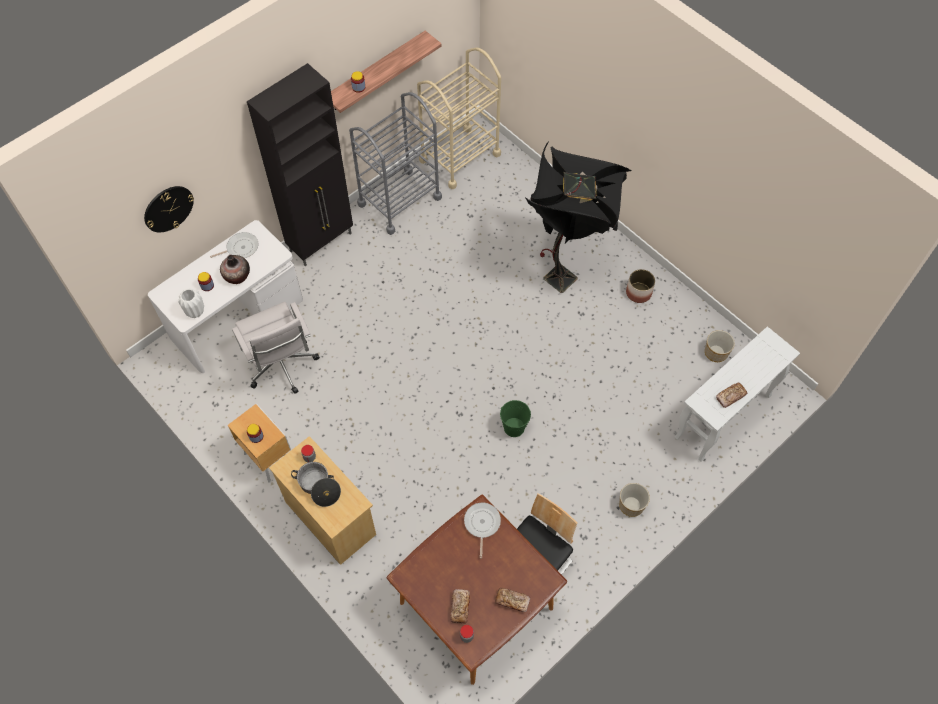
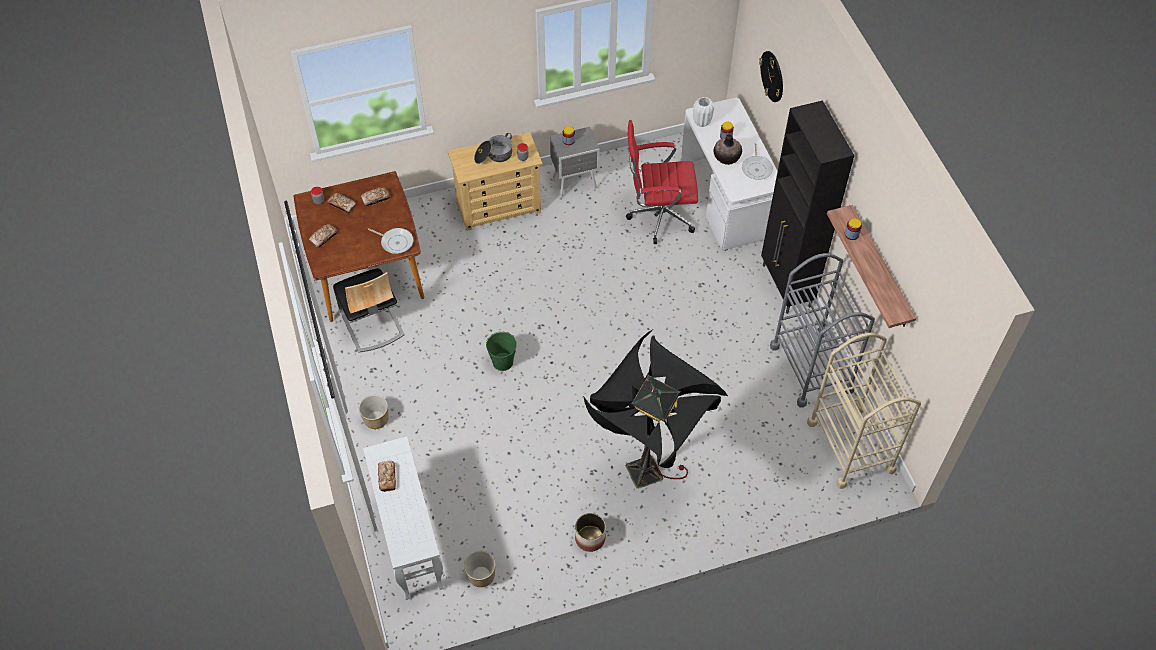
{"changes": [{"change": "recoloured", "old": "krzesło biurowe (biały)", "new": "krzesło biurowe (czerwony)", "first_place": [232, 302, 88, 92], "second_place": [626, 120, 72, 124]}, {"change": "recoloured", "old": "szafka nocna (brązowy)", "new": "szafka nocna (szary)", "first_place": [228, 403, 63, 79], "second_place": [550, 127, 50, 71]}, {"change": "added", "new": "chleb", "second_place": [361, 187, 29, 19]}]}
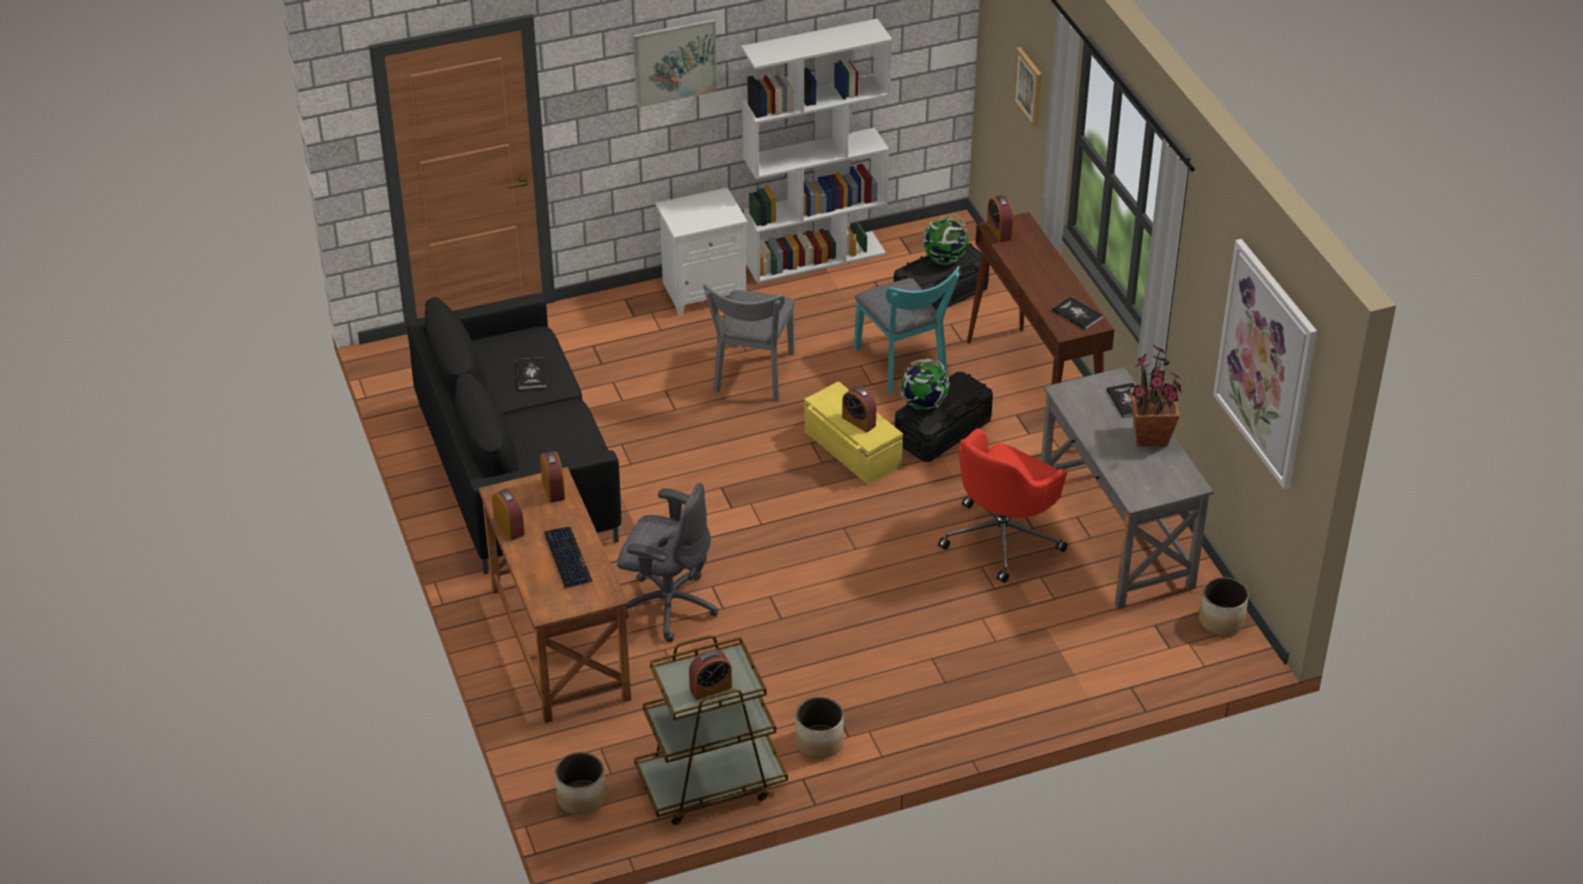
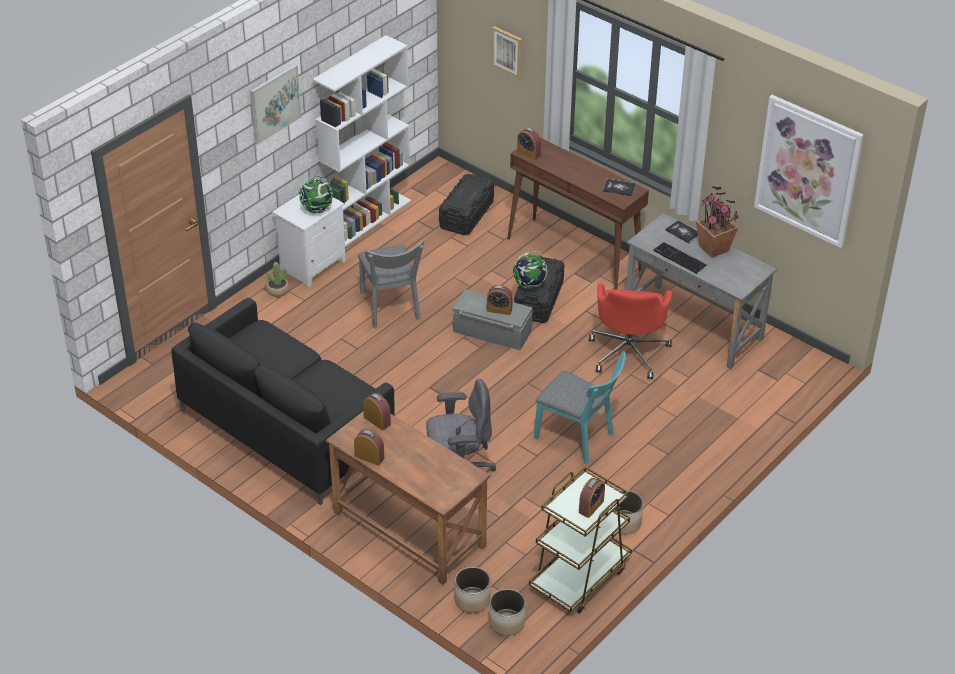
{"changes": [{"change": "moved", "old": "globus", "first_place": [923, 214, 45, 51], "second_place": [298, 175, 35, 39]}, {"change": "moved", "old": "krzesło (turkusowy)", "first_place": [854, 266, 106, 127], "second_place": [534, 351, 92, 113]}, {"change": "removed", "old": "książka", "first_place": [517, 357, 30, 32]}, {"change": "recoloured", "old": "pojemnik do przechowywania (żółty)", "new": "pojemnik do przechowywania (szary)", "first_place": [804, 381, 99, 104], "second_place": [453, 289, 80, 61]}, {"change": "moved", "old": "klawiatura", "first_place": [544, 527, 49, 62], "second_place": [653, 242, 54, 32]}, {"change": "moved", "old": "donica", "first_place": [1199, 577, 50, 58], "second_place": [455, 567, 35, 46]}, {"change": "added", "new": "roślina doniczkowa", "second_place": [266, 262, 23, 35]}]}
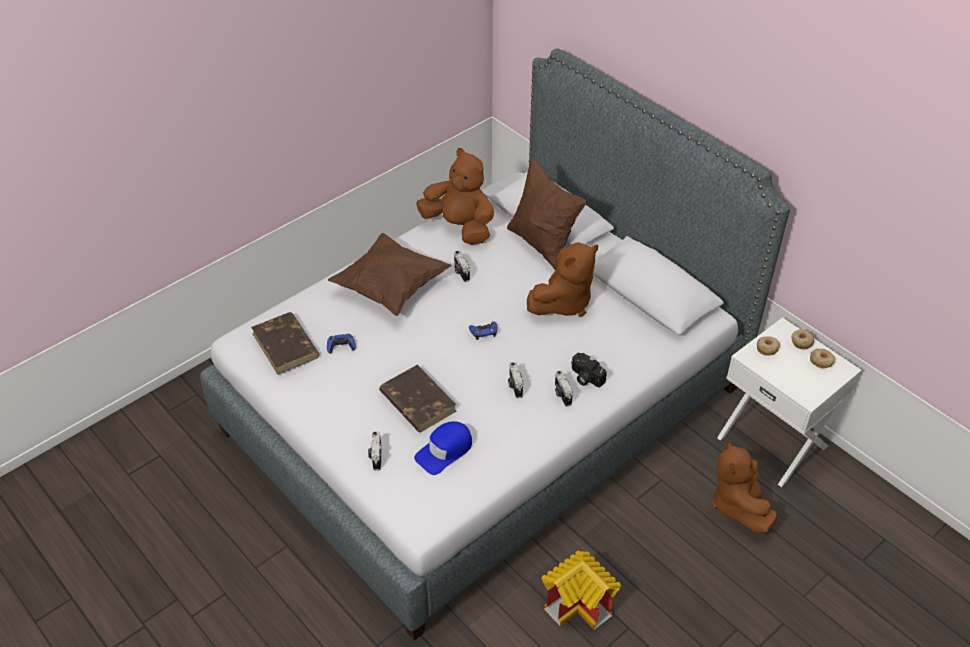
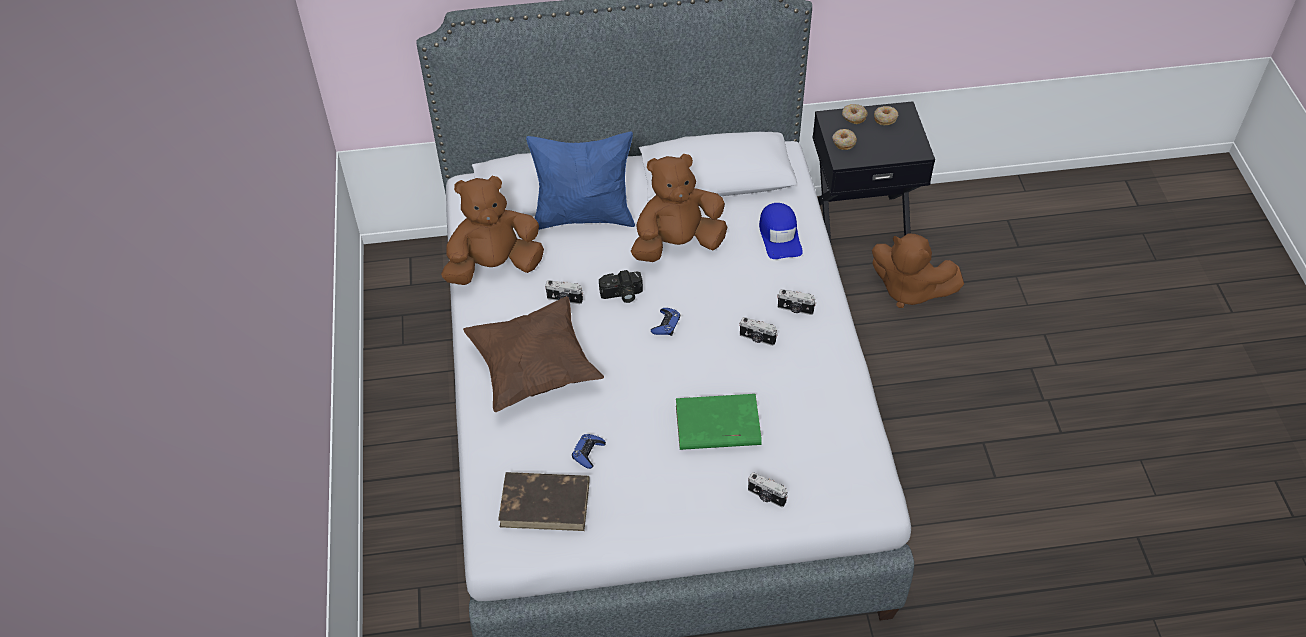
{"changes": [{"change": "recoloured", "old": "poduszka (brązowy)", "new": "poduszka (niebieski)", "first_place": [507, 157, 80, 114], "second_place": [526, 131, 109, 99]}, {"change": "turned", "old": "pluszak (brązowy)", "first_place": [527, 242, 71, 74], "second_place": [631, 154, 96, 108], "degrees": -105}, {"change": "recoloured", "old": "szafka nocna (biały)", "new": "szafka nocna (czarny)", "first_place": [717, 317, 145, 170], "second_place": [813, 101, 122, 142]}, {"change": "moved", "old": "aparat fotograficzny", "first_place": [571, 353, 36, 34], "second_place": [599, 270, 44, 33]}, {"change": "recoloured", "old": "książka (brązowy)", "new": "książka (zielony)", "first_place": [379, 365, 78, 67], "second_place": [676, 394, 86, 56]}, {"change": "moved", "old": "czapka z daszkiem (niebieski)", "first_place": [414, 421, 58, 54], "second_place": [759, 203, 44, 56]}, {"change": "removed", "old": "domek", "first_place": [541, 551, 80, 78]}]}
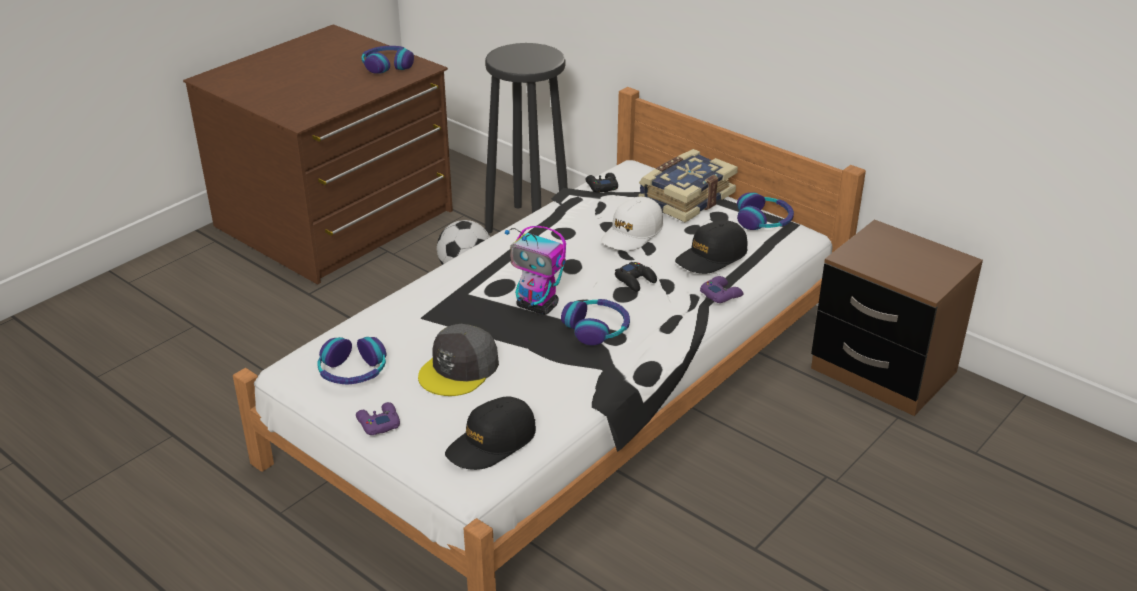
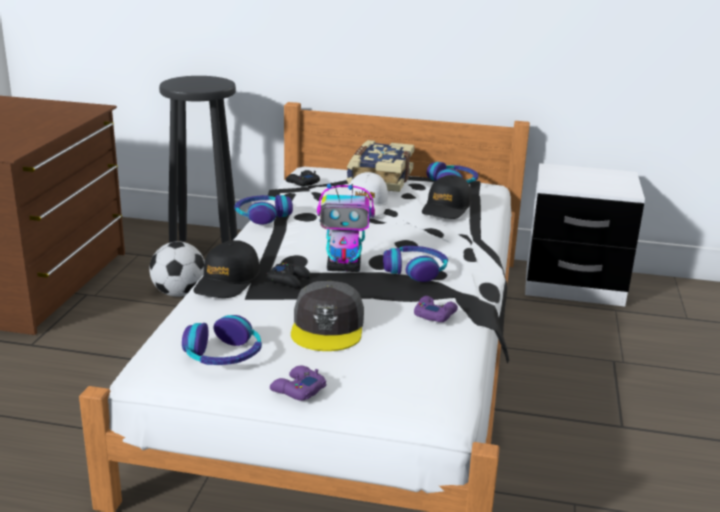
{"changes": [{"change": "moved", "old": "słuchawki", "first_place": [361, 46, 53, 28], "second_place": [234, 195, 59, 30]}, {"change": "recoloured", "old": "szafka nocna (brązowy)", "new": "szafka nocna (biały)", "first_place": [811, 219, 172, 197], "second_place": [525, 163, 120, 144]}, {"change": "moved", "old": "pad do gier (czarny)", "first_place": [615, 262, 42, 30], "second_place": [267, 263, 44, 26]}, {"change": "moved", "old": "pad do gier (fioletowy)", "first_place": [700, 276, 43, 27], "second_place": [414, 296, 44, 26]}, {"change": "moved", "old": "czapka z daszkiem (czarny)", "first_place": [445, 396, 91, 74], "second_place": [193, 240, 67, 58]}]}
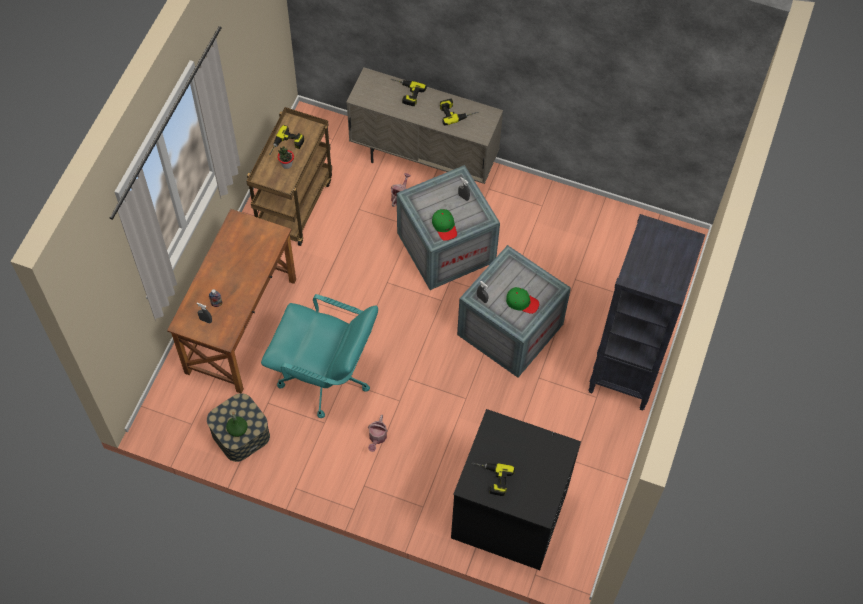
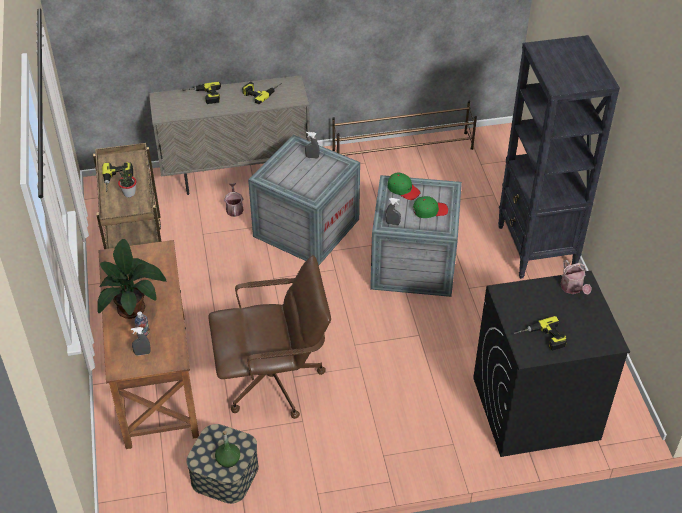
{"changes": [{"change": "moved", "old": "czapka z daszkiem (zielony)", "first_place": [432, 209, 25, 32], "second_place": [388, 172, 33, 28]}, {"change": "recoloured", "old": "krzesło biurowe (turkusowy)", "new": "krzesło biurowe (brązowy)", "first_place": [261, 294, 117, 124], "second_place": [208, 255, 123, 164]}, {"change": "moved", "old": "konewka", "first_place": [368, 415, 19, 37], "second_place": [560, 260, 32, 34]}, {"change": "added", "new": "regał na buty (brązowy)", "second_place": [332, 101, 145, 55]}, {"change": "added", "new": "roślina doniczkowa", "second_place": [97, 239, 69, 80]}]}
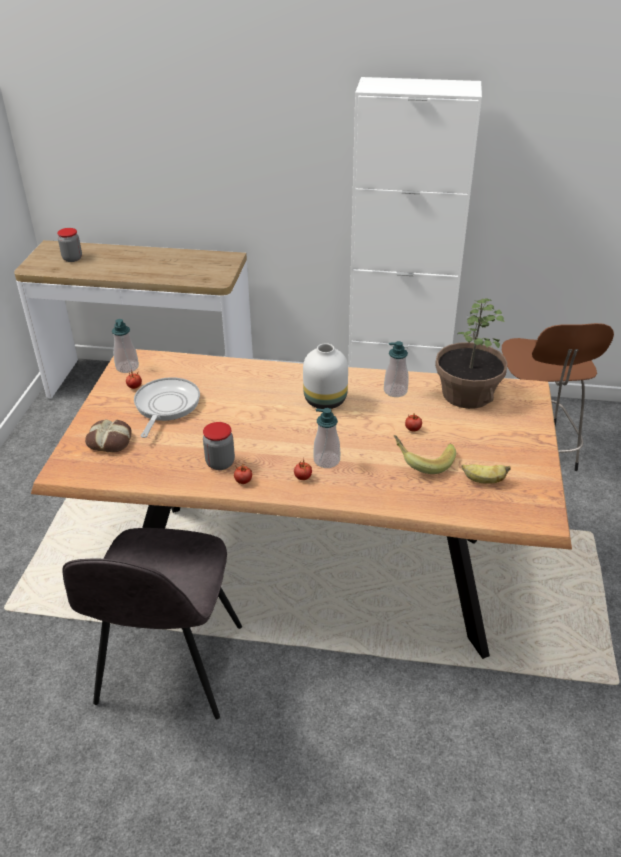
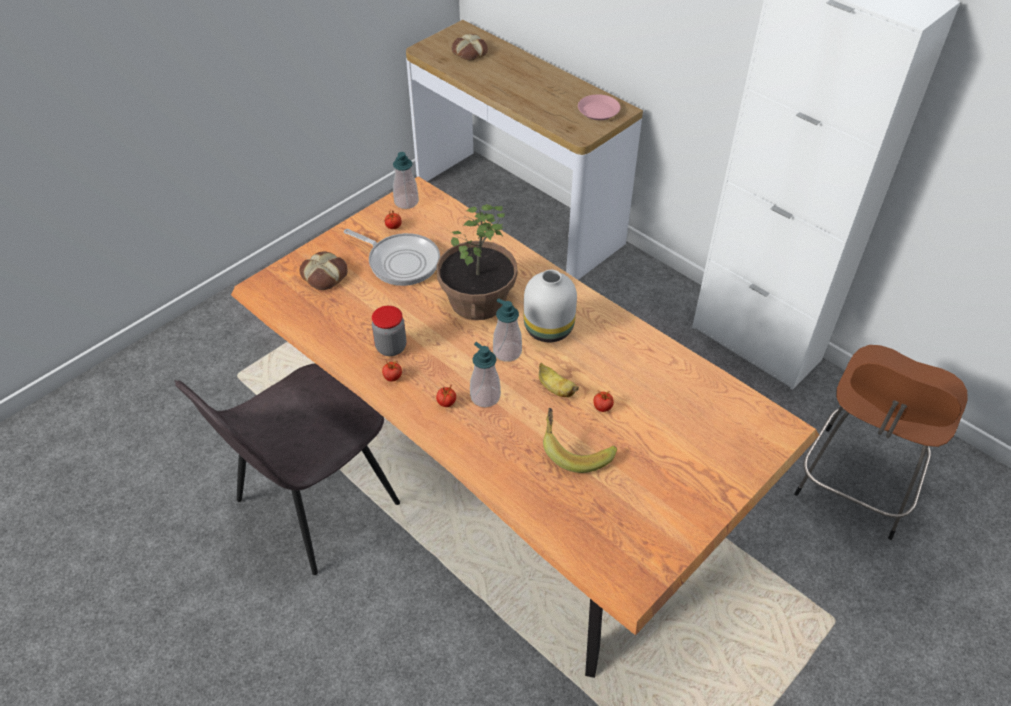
{"changes": [{"change": "replaced", "old": "słoik", "new": "chleb", "first_place": [57, 228, 25, 34], "second_place": [452, 34, 36, 26]}, {"change": "moved", "old": "roślina doniczkowa", "first_place": [435, 298, 73, 111], "second_place": [437, 204, 80, 116]}, {"change": "moved", "old": "dozownik mydła", "first_place": [384, 341, 24, 56], "second_place": [493, 298, 29, 64]}, {"change": "turned", "old": "patelnia", "first_place": [134, 377, 66, 61], "second_place": [344, 229, 96, 57], "degrees": 75}, {"change": "moved", "old": "banan", "first_place": [462, 464, 49, 20], "second_place": [539, 363, 40, 34]}, {"change": "added", "new": "talerz (różowy)", "second_place": [578, 94, 42, 26]}]}
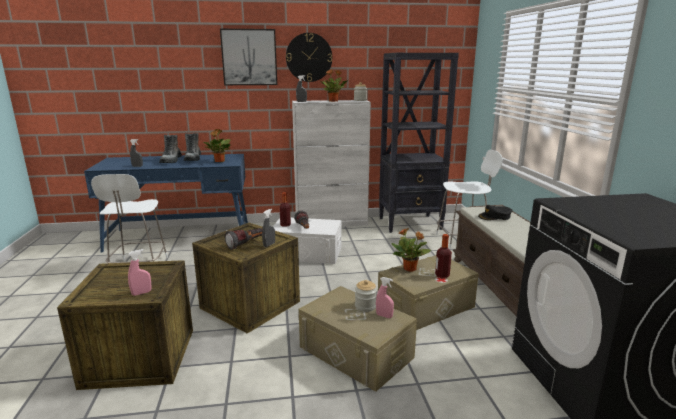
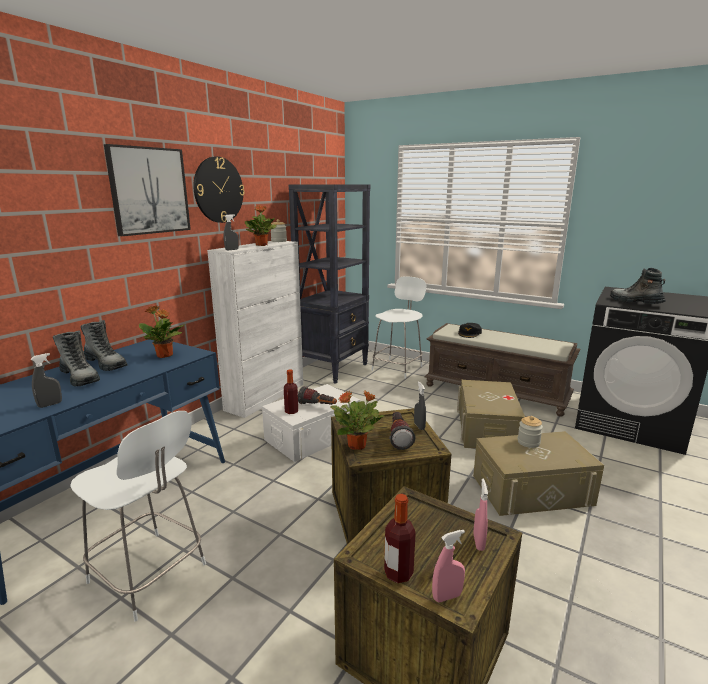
{"changes": [{"change": "moved", "old": "roślina doniczkowa", "first_place": [391, 228, 40, 44], "second_place": [331, 390, 54, 60]}, {"change": "moved", "old": "butelka", "first_place": [435, 234, 17, 44], "second_place": [384, 494, 32, 89]}, {"change": "moved", "old": "spryskiwacz (różowy)", "first_place": [376, 277, 18, 41], "second_place": [432, 530, 33, 72]}, {"change": "added", "new": "but z cholewką", "second_place": [610, 268, 56, 36]}]}
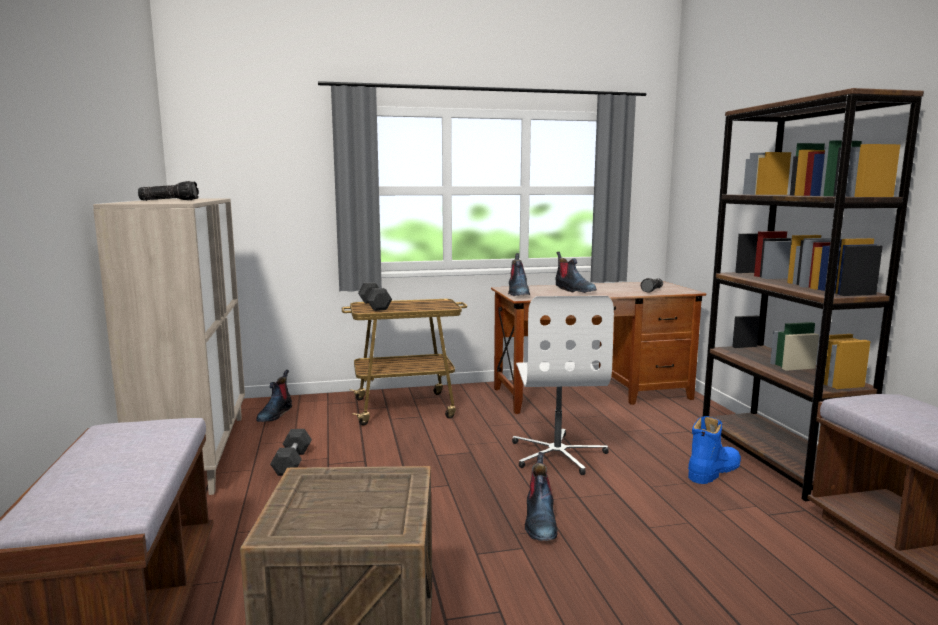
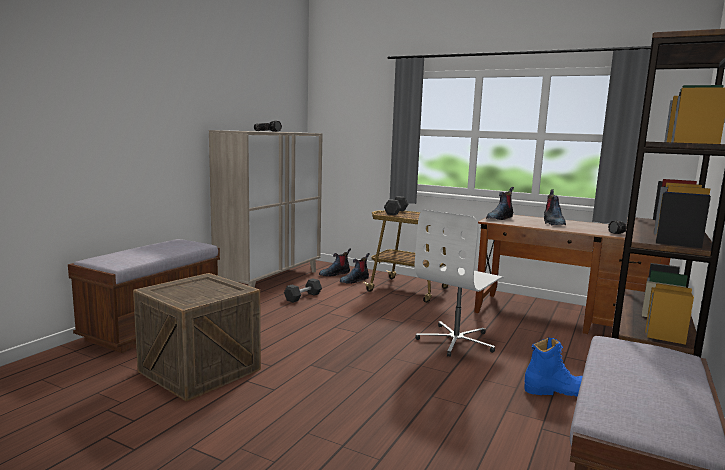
{"changes": [{"change": "moved", "old": "but z cholewką", "first_place": [525, 452, 32, 89], "second_place": [340, 253, 30, 31]}]}
